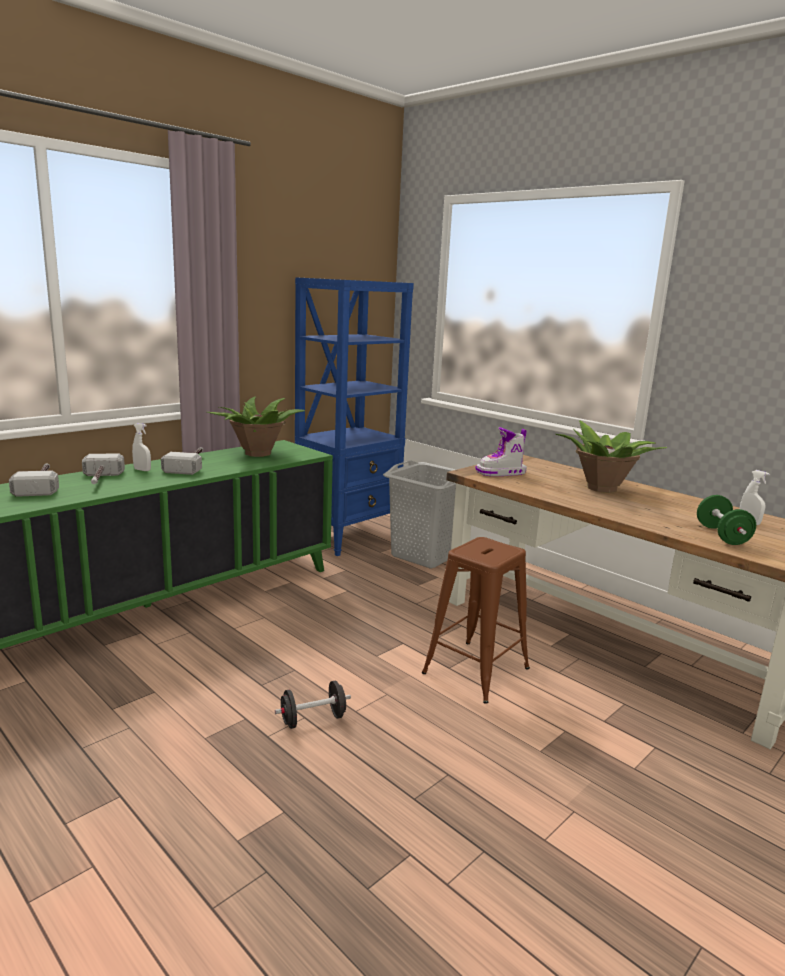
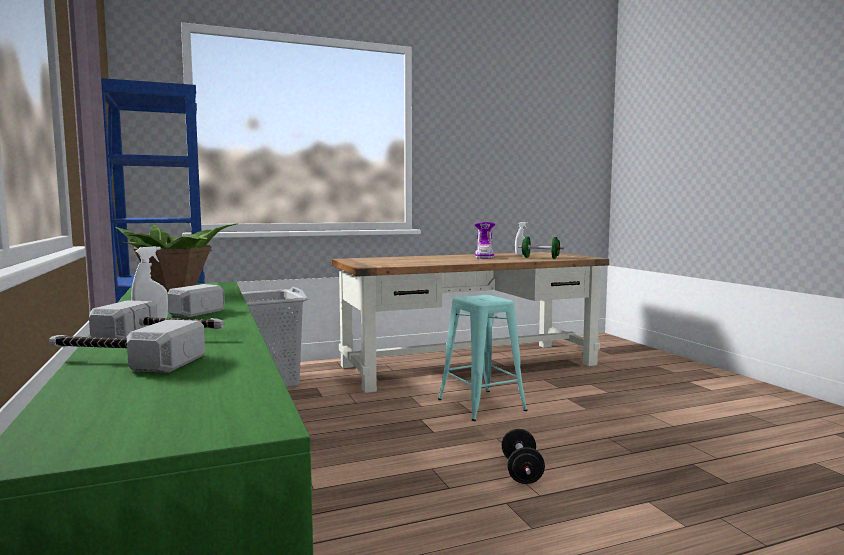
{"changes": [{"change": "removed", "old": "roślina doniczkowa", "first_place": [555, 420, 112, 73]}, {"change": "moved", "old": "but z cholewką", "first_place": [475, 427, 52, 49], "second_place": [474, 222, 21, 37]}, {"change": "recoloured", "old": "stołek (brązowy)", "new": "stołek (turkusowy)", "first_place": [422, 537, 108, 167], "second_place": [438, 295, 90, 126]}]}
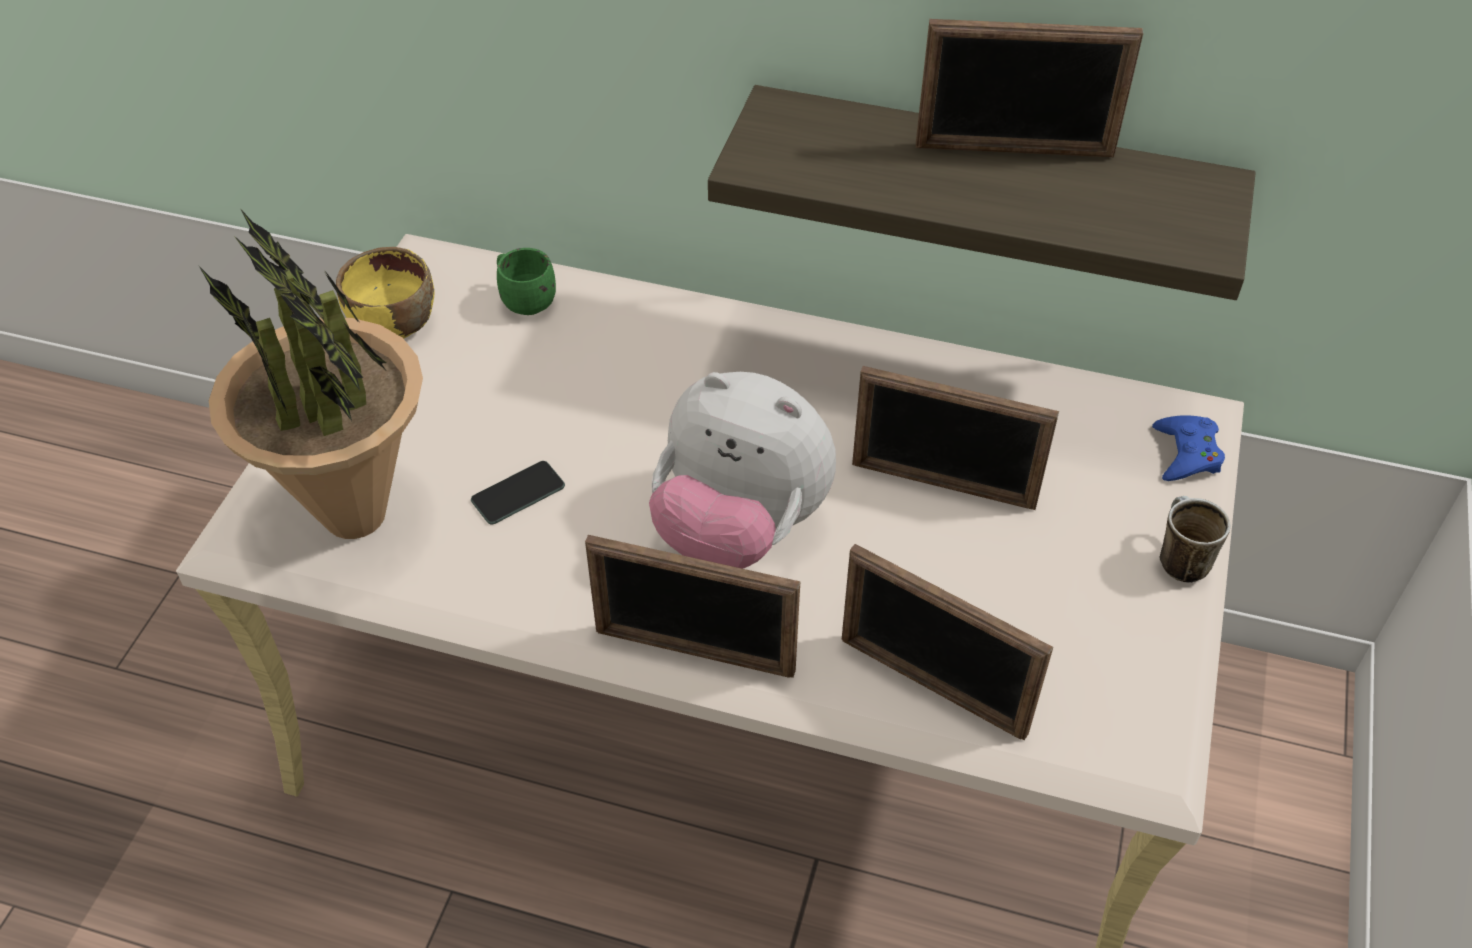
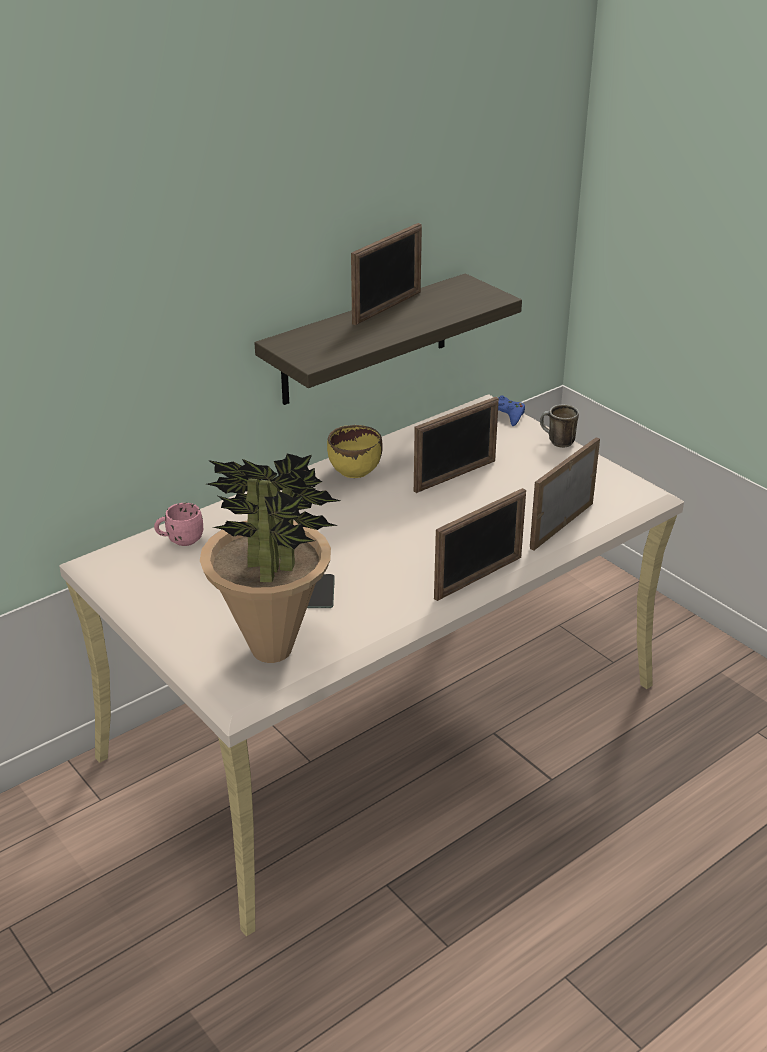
{"changes": [{"change": "moved", "old": "miska (żółty)", "first_place": [336, 247, 99, 92], "second_place": [327, 425, 55, 53]}, {"change": "recoloured", "old": "kubek (zielony)", "new": "kubek (różowy)", "first_place": [497, 248, 59, 67], "second_place": [154, 503, 49, 43]}, {"change": "removed", "old": "pluszak", "first_place": [649, 372, 187, 197]}, {"change": "turned", "old": "ramka na zdjęcie", "first_place": [842, 544, 211, 196], "second_place": [530, 437, 70, 114], "degrees": 150}]}
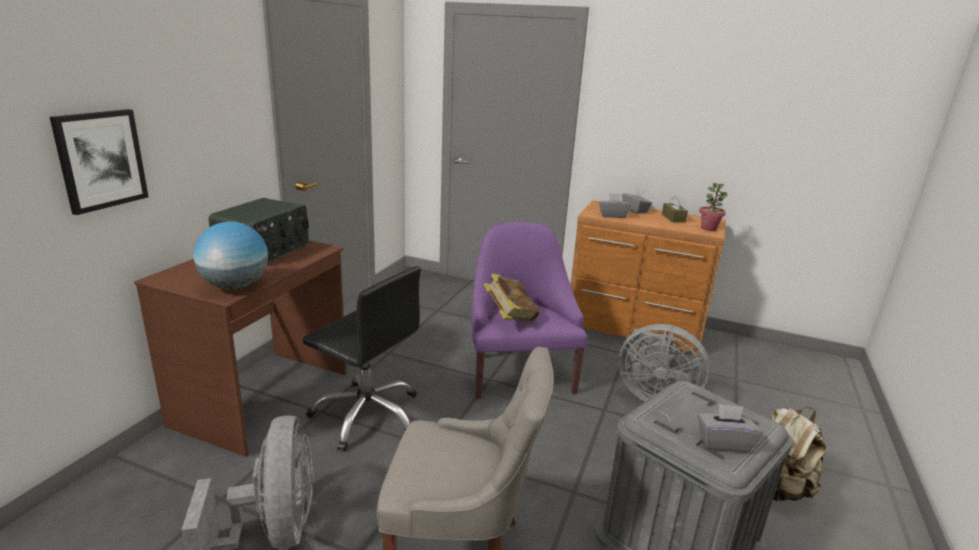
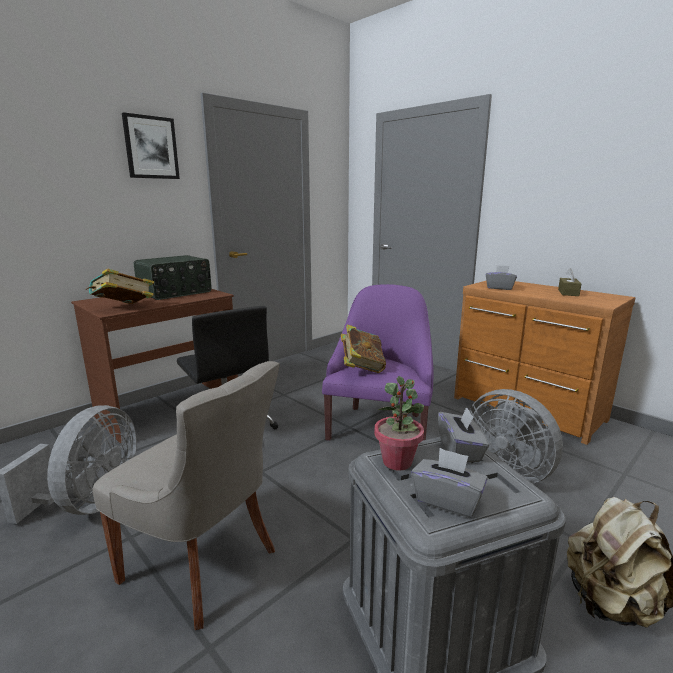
{"changes": [{"change": "moved", "old": "obraz", "first_place": [50, 109, 99, 106], "second_place": [122, 112, 58, 67]}, {"change": "moved", "old": "roślina doniczkowa", "first_place": [699, 183, 29, 48], "second_place": [374, 376, 50, 95]}, {"change": "moved", "old": "pudełko chusteczek (szary)", "first_place": [622, 188, 30, 26], "second_place": [438, 407, 51, 56]}, {"change": "replaced", "old": "globus", "new": "książka", "first_place": [193, 221, 75, 69], "second_place": [86, 269, 68, 35]}]}
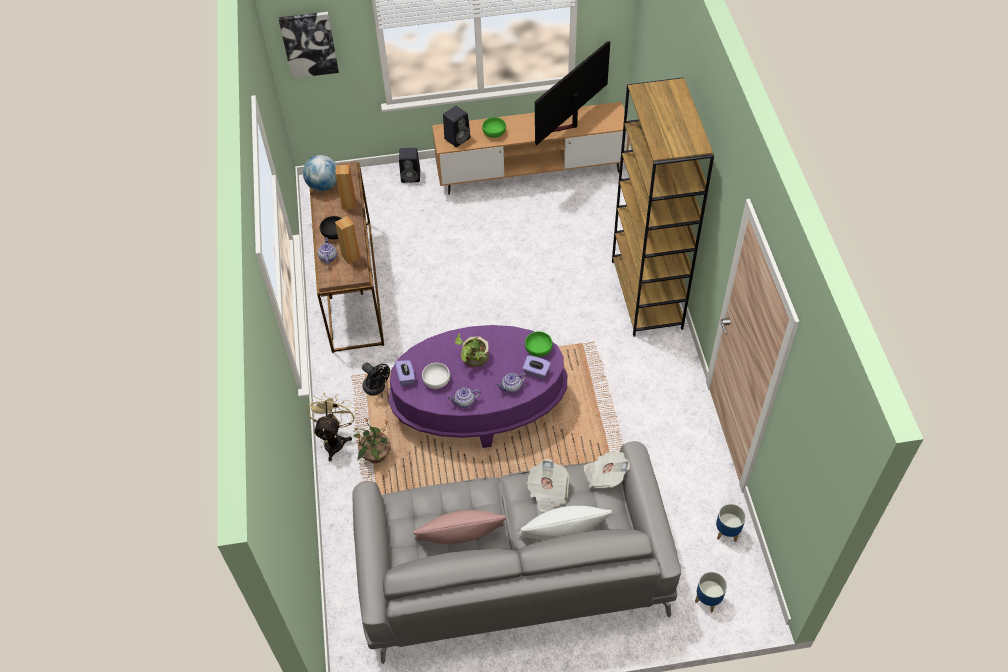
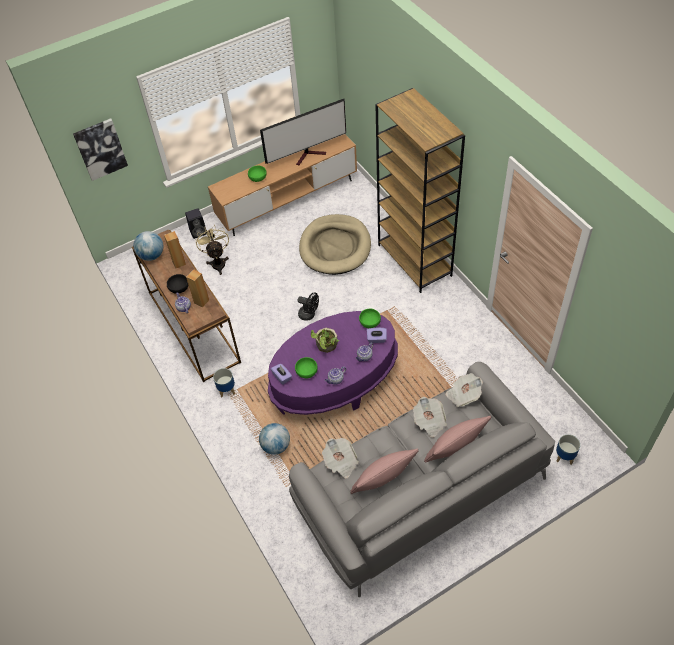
{"changes": [{"change": "turned", "old": "telewizor", "first_place": [535, 41, 75, 105], "second_place": [260, 99, 86, 66], "degrees": -135}, {"change": "removed", "old": "głośnik (czarny)", "first_place": [443, 106, 27, 41]}, {"change": "moved", "old": "wentylator (czarny)", "first_place": [362, 362, 28, 34], "second_place": [297, 292, 22, 29]}, {"change": "recoloured", "old": "miska (biały)", "new": "miska (zielony)", "first_place": [422, 363, 28, 26], "second_place": [295, 357, 23, 21]}, {"change": "moved", "old": "wentylator (beżowy)", "first_place": [307, 392, 49, 69], "second_place": [195, 225, 34, 50]}, {"change": "replaced", "old": "roślina doniczkowa", "new": "globus", "first_place": [353, 418, 38, 45], "second_place": [259, 423, 31, 32]}, {"change": "moved", "old": "donica", "first_place": [716, 504, 30, 38], "second_place": [213, 368, 22, 29]}, {"change": "recoloured", "old": "poduszka (biały)", "new": "poduszka (różowy)", "first_place": [517, 506, 95, 34], "second_place": [424, 416, 67, 47]}, {"change": "added", "new": "legowisko (beżowy)", "second_place": [299, 214, 72, 61]}, {"change": "added", "new": "gazeta", "second_place": [322, 438, 37, 41]}]}
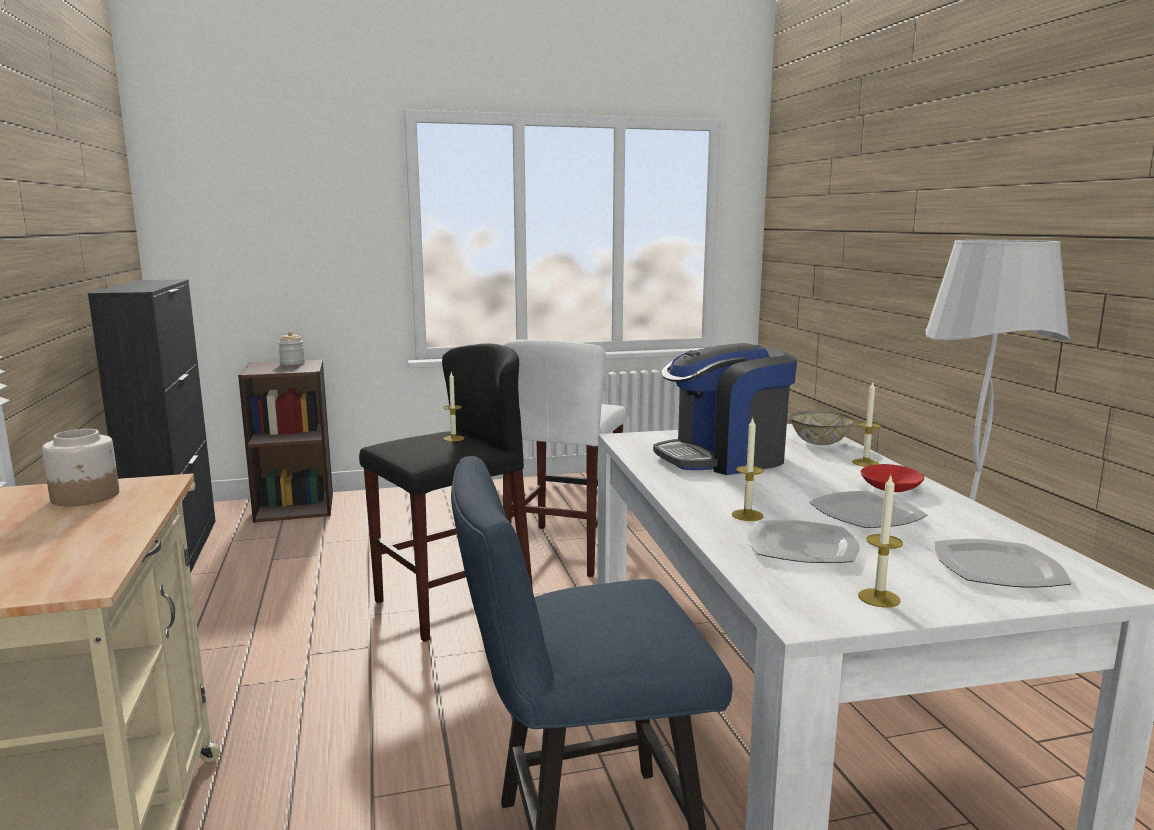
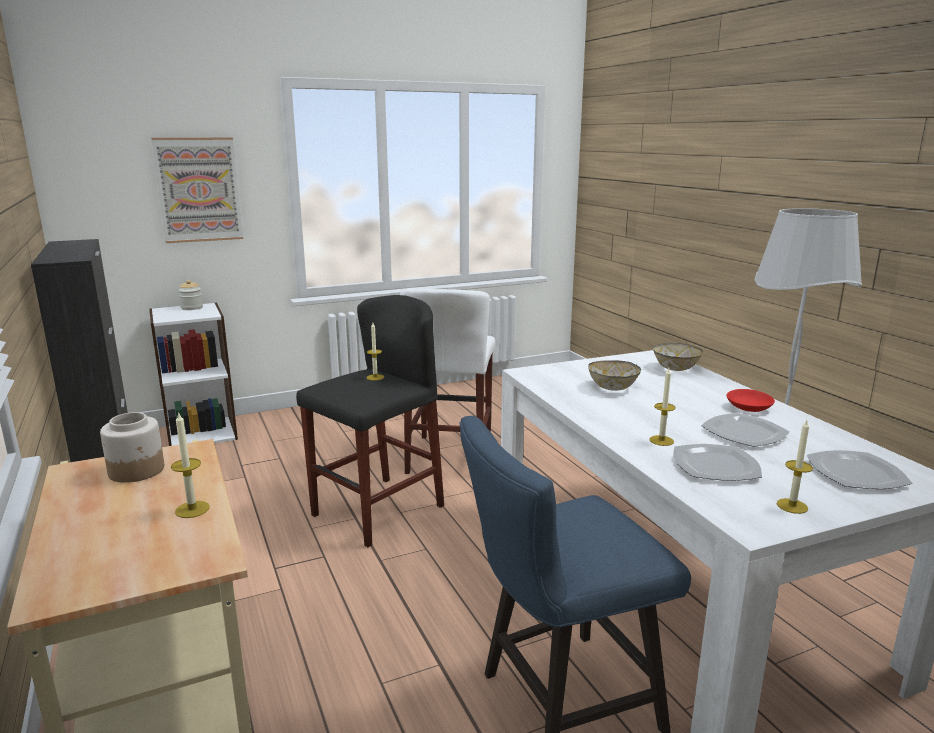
{"changes": [{"change": "replaced", "old": "ekspres do kawy", "new": "miska", "first_place": [653, 343, 144, 132], "second_place": [588, 360, 53, 31]}, {"change": "recoloured", "old": "regał (brązowy)", "new": "regał (biały)", "first_place": [238, 359, 95, 164], "second_place": [149, 303, 89, 143]}, {"change": "moved", "old": "świeca", "first_place": [852, 382, 29, 85], "second_place": [171, 411, 39, 107]}, {"change": "added", "new": "obraz", "second_place": [151, 138, 92, 105]}]}
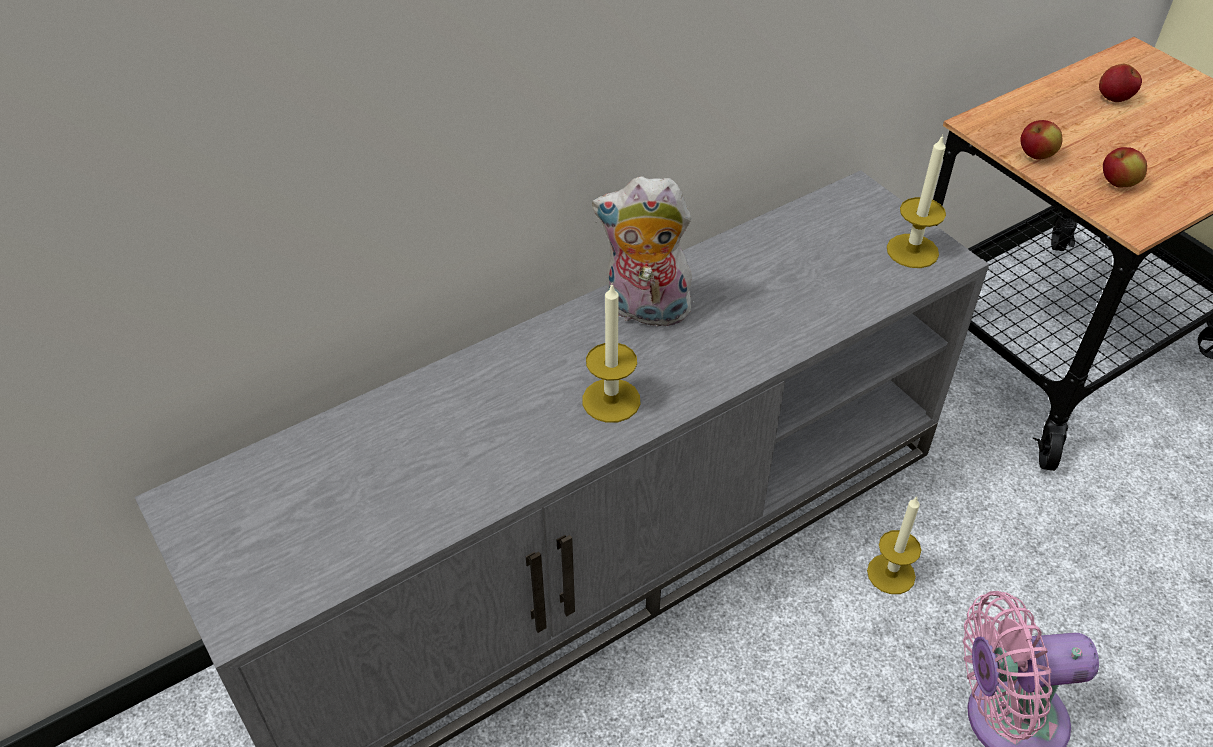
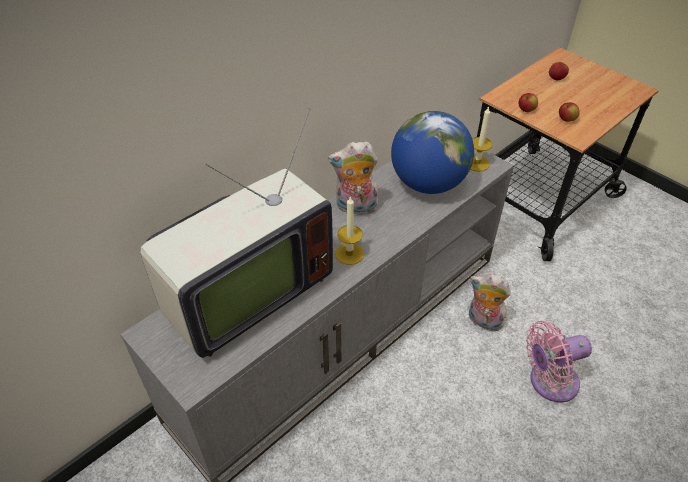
{"changes": [{"change": "replaced", "old": "świeca", "new": "pluszak", "first_place": [867, 496, 54, 98], "second_place": [469, 274, 42, 57]}, {"change": "added", "new": "telewizor", "second_place": [140, 107, 193, 251]}, {"change": "added", "new": "globus", "second_place": [391, 111, 83, 83]}]}
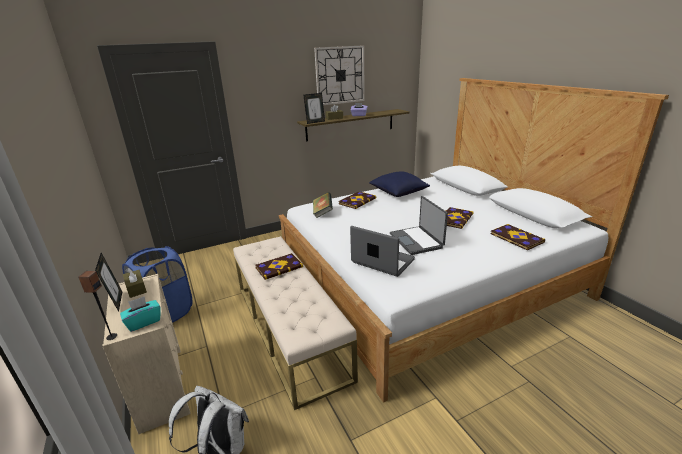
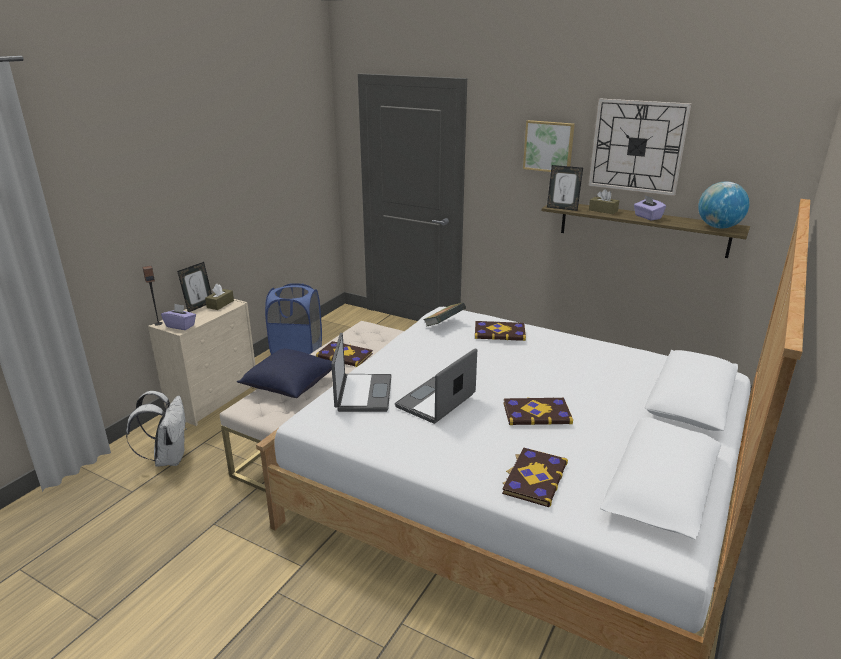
{"changes": [{"change": "moved", "old": "poduszka (niebieski)", "first_place": [369, 171, 61, 26], "second_place": [237, 349, 95, 49]}, {"change": "recoloured", "old": "pudełko chusteczek (turkusowy)", "new": "pudełko chusteczek (fioletowy)", "first_place": [120, 296, 40, 36], "second_place": [161, 303, 35, 27]}, {"change": "added", "new": "obraz", "second_place": [523, 120, 52, 52]}, {"change": "added", "new": "globus", "second_place": [698, 181, 52, 48]}]}
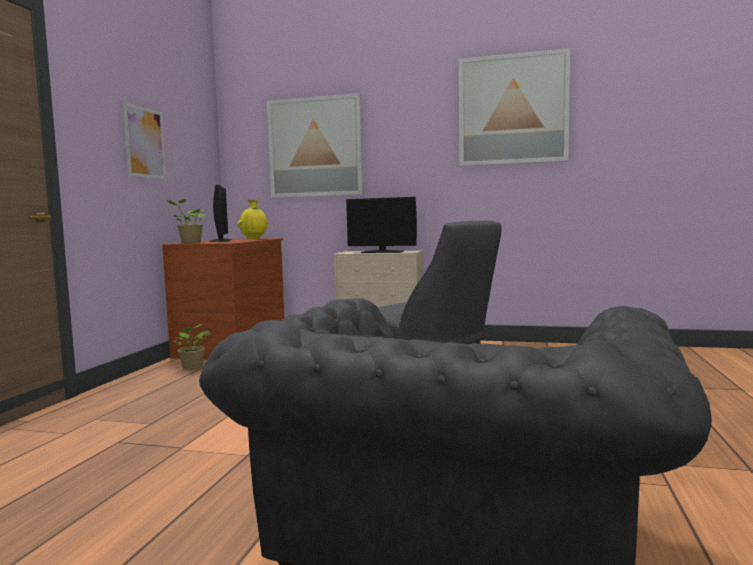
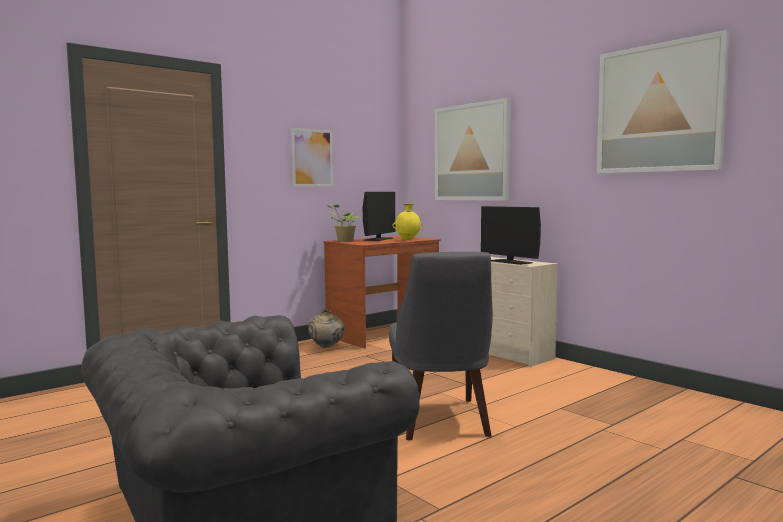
{"changes": [{"change": "replaced", "old": "roślina doniczkowa", "new": "wazon (beżowy)", "first_place": [174, 324, 37, 46], "second_place": [308, 310, 36, 38]}]}
